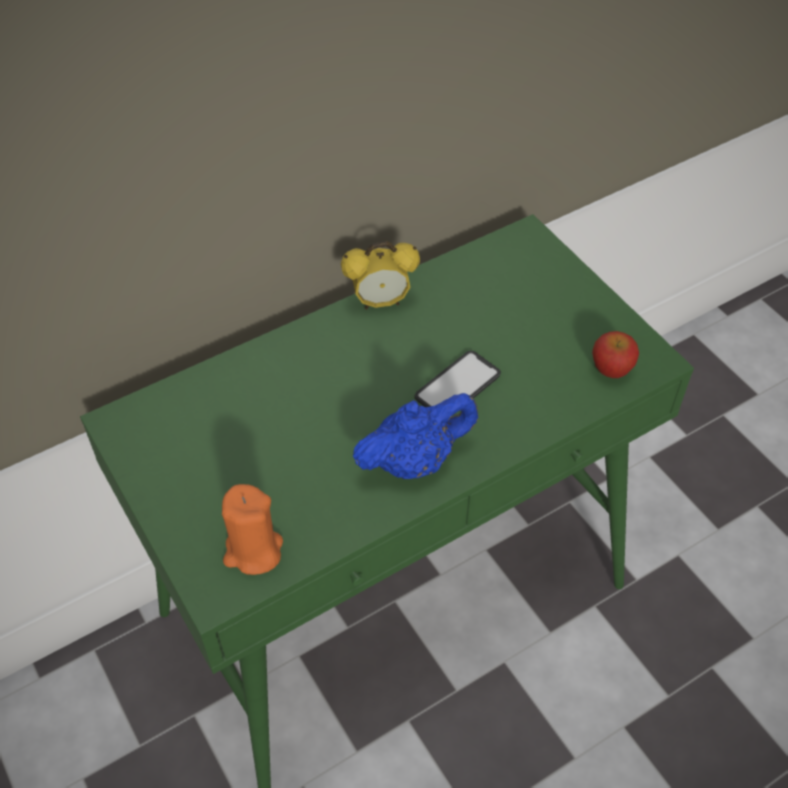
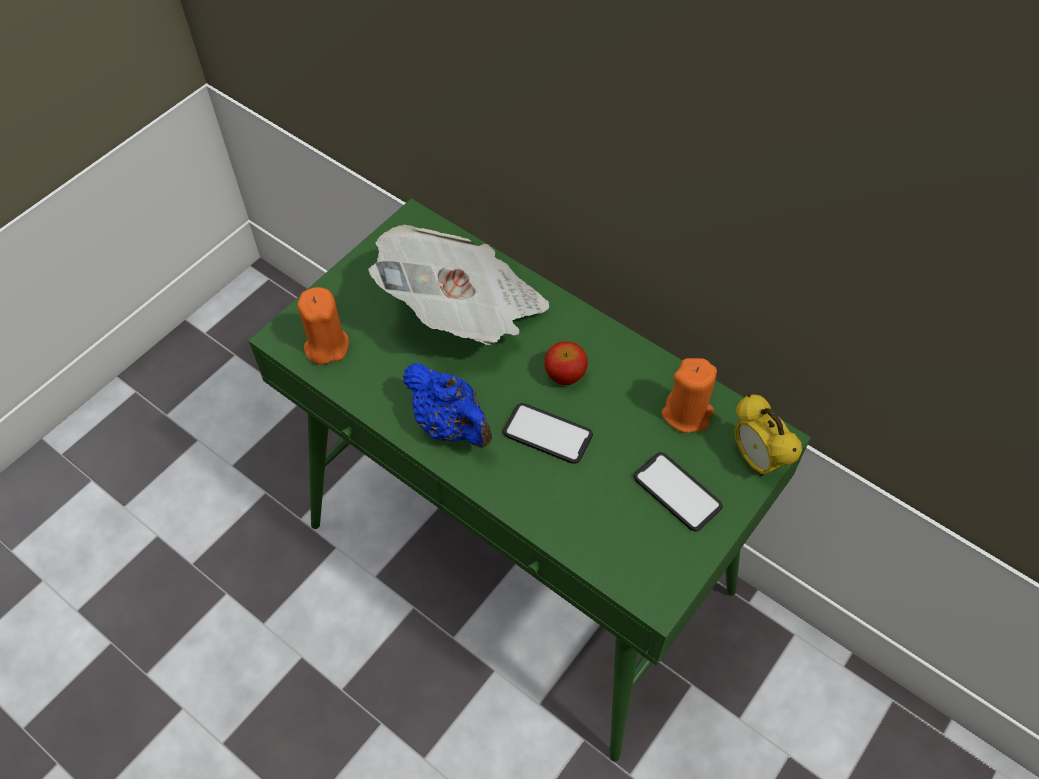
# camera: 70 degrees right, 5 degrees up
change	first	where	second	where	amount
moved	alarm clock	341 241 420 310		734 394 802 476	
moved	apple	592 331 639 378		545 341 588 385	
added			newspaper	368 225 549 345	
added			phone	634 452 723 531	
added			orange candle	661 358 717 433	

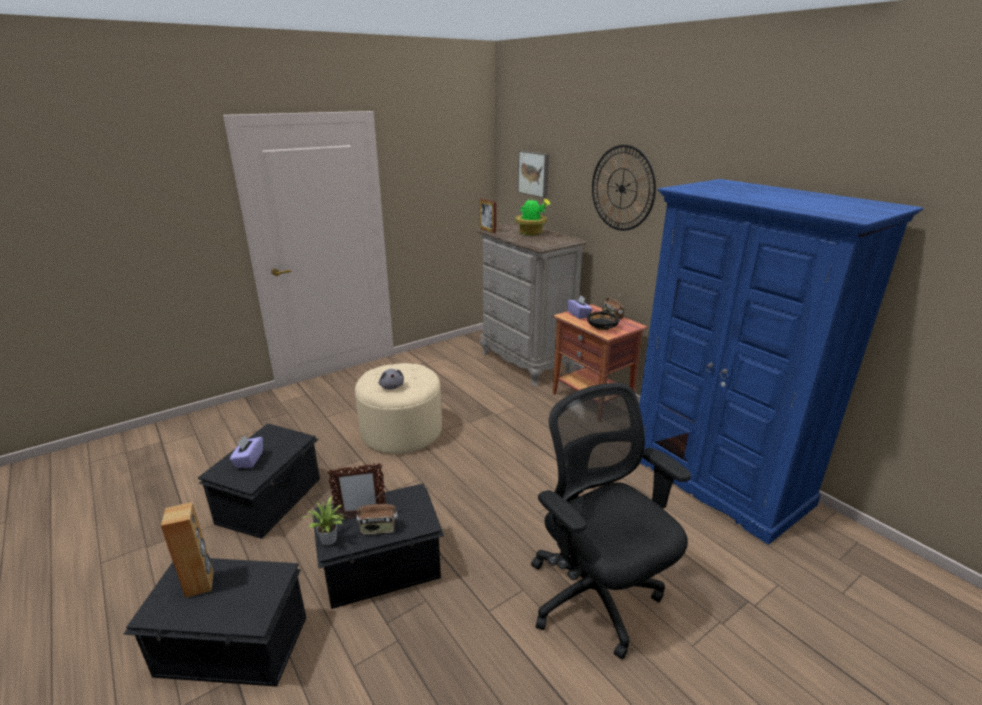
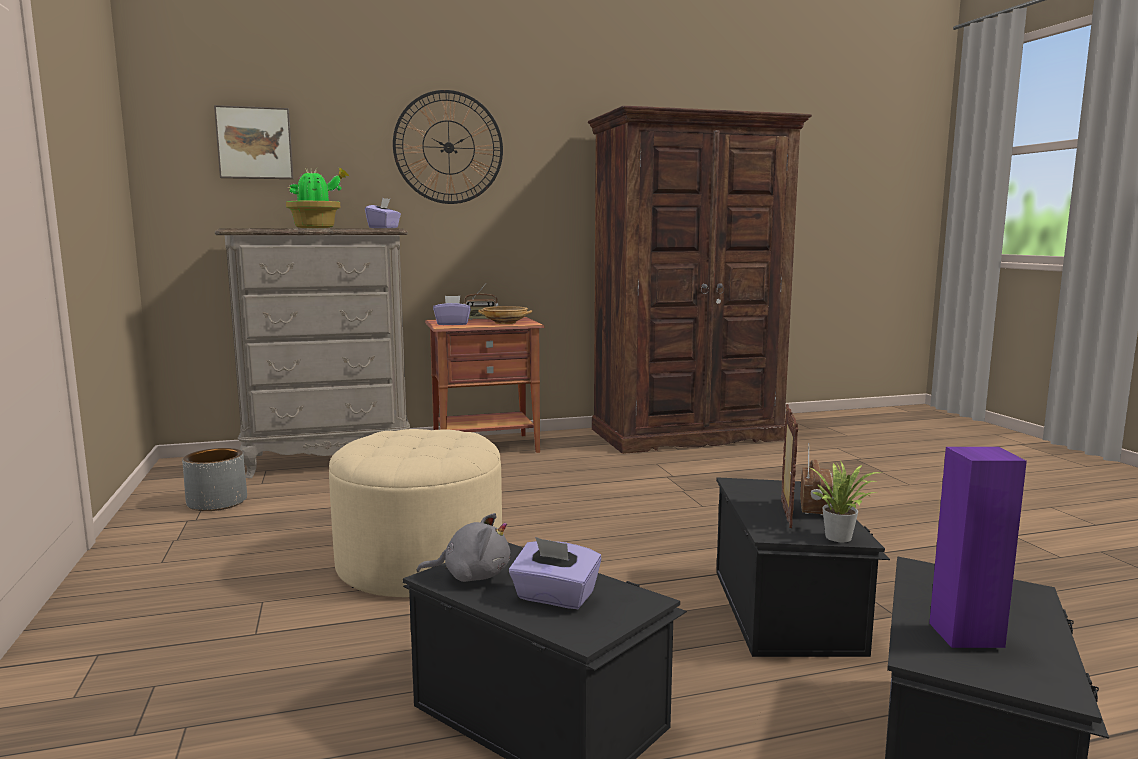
# camera: 70 degrees left, 15 degrees down
change	first	where	second	where	amount
recoloured	brown speaker	161 502 214 598	purple speaker	929 447 1027 648	
moved	grey plush toy	379 369 404 390		417 513 510 582	
removed	picture frame	480 199 496 233			
removed	black office chair	531 383 691 659			
recoloured	black bowl	587 311 620 330	beige bowl	478 306 532 324	
recoloured	blue wardrobe	639 179 923 545	brown wardrobe	588 106 812 454	
added			grey planter	182 448 247 511	
added			purple tissue box	365 198 401 228	

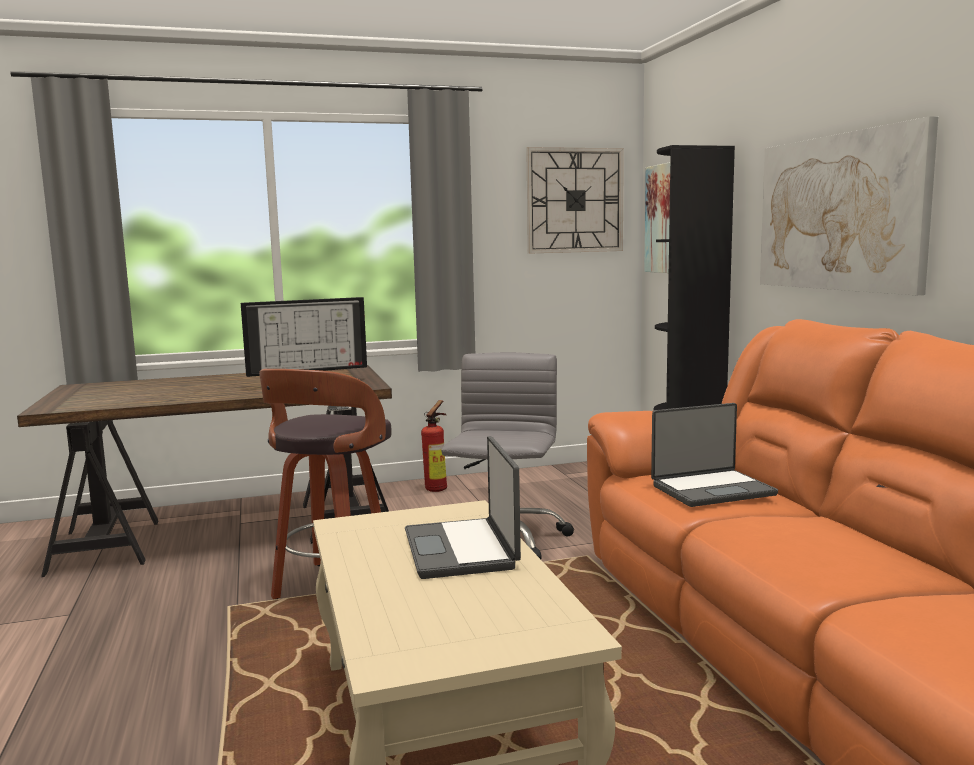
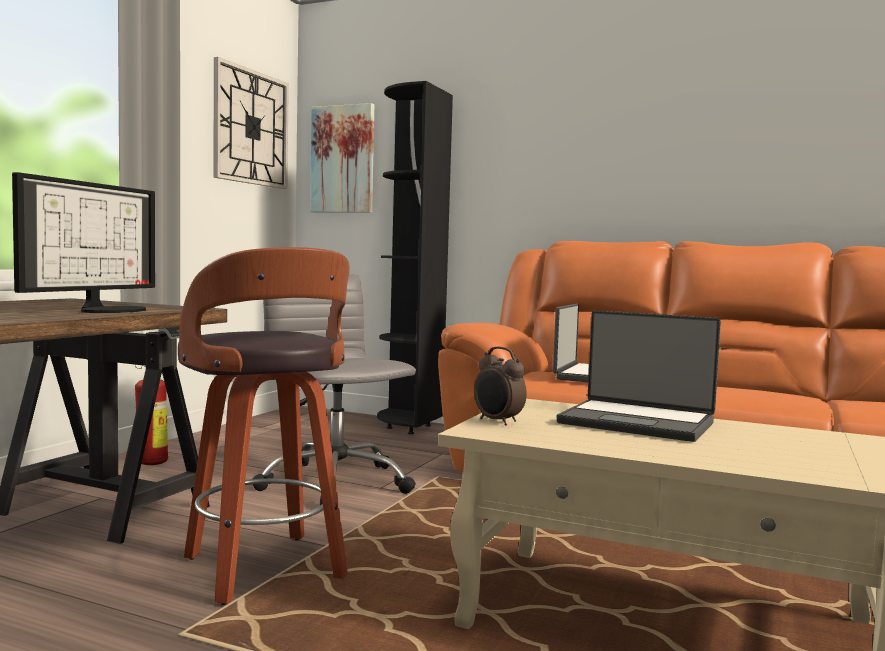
# camera: 50 degrees left, 5 degrees down
change	first	where	second	where	amount
removed	picture	760 116 938 295			
added			alarm clock	474 347 527 426	

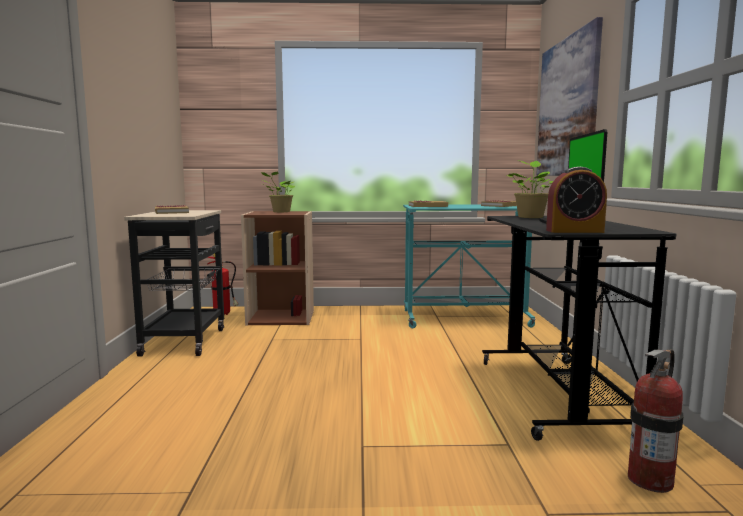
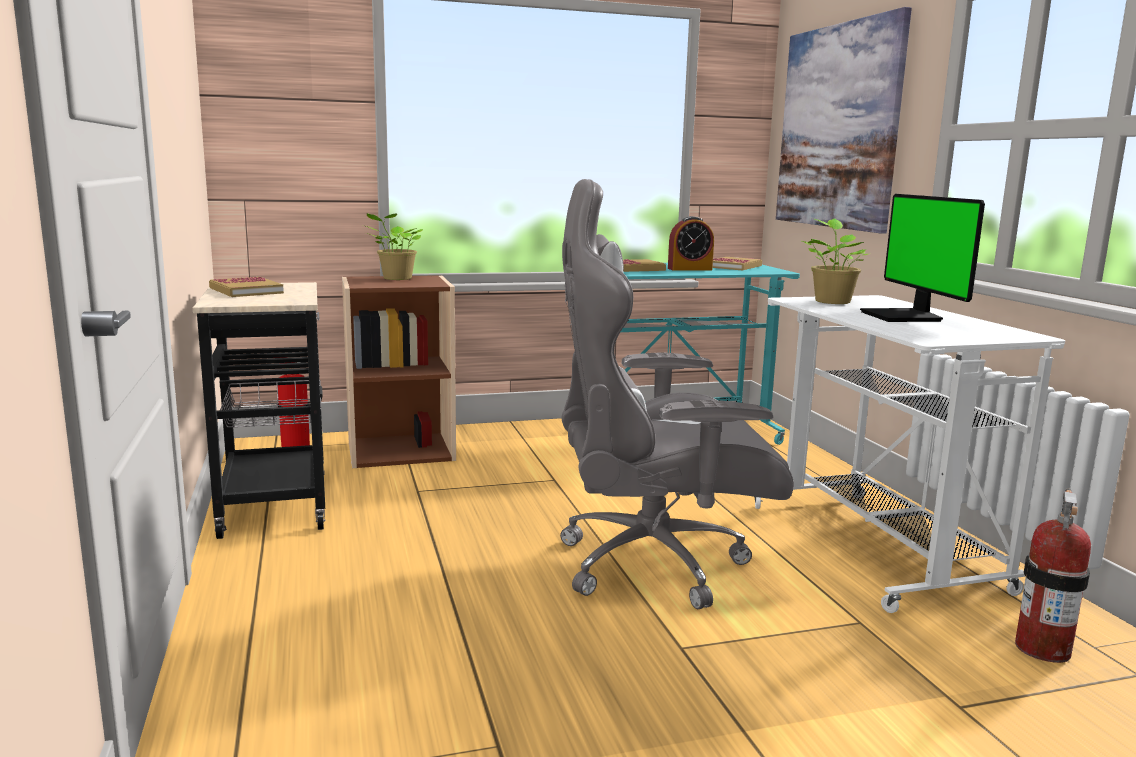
# camera: 15 degrees left, 5 degrees up
change	first	where	second	where	amount
recoloured	black desk	482 216 676 441	white desk	755 295 1065 613	
moved	alarm clock	546 167 607 233		668 216 714 271	
added			grey office chair	560 179 794 609	

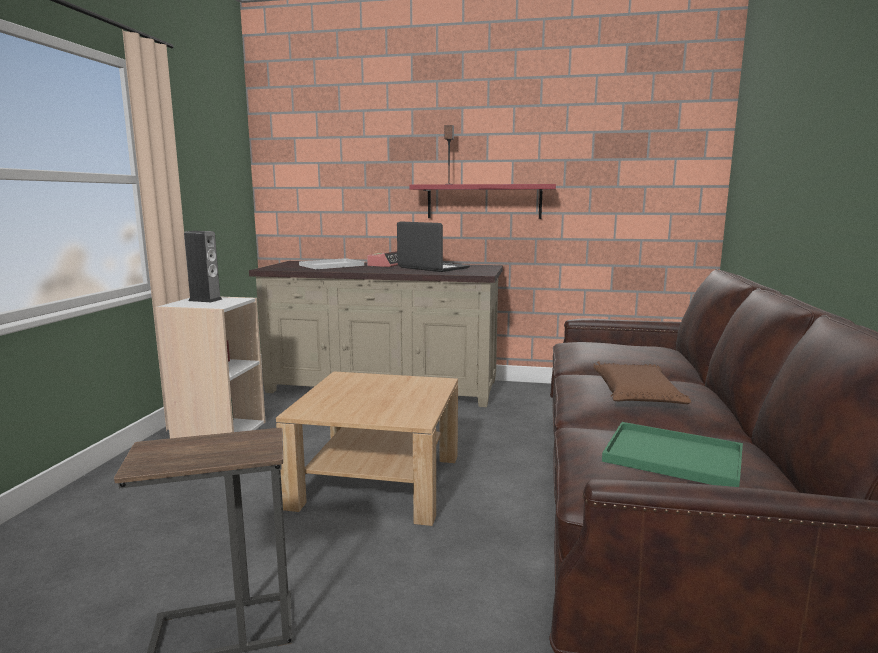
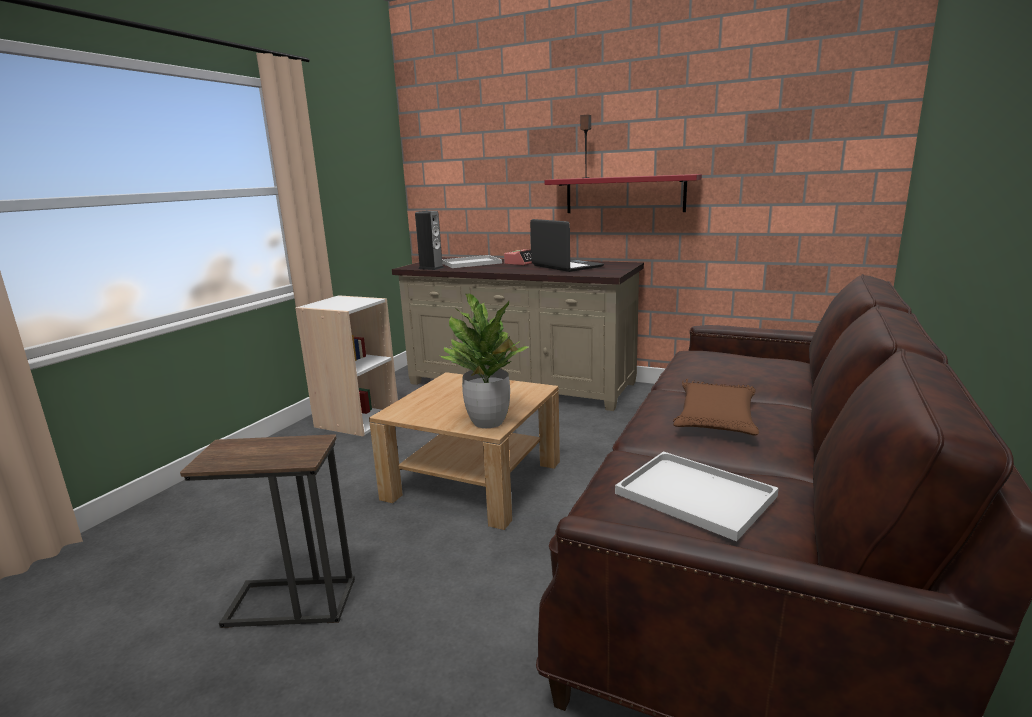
# camera: 15 degrees right, 5 degrees up
change	first	where	second	where	amount
moved	speaker	184 231 222 302		415 211 444 270	
recoloured	green tray	602 422 743 487	white tray	615 451 779 541	
added			potted plant	440 293 529 428	

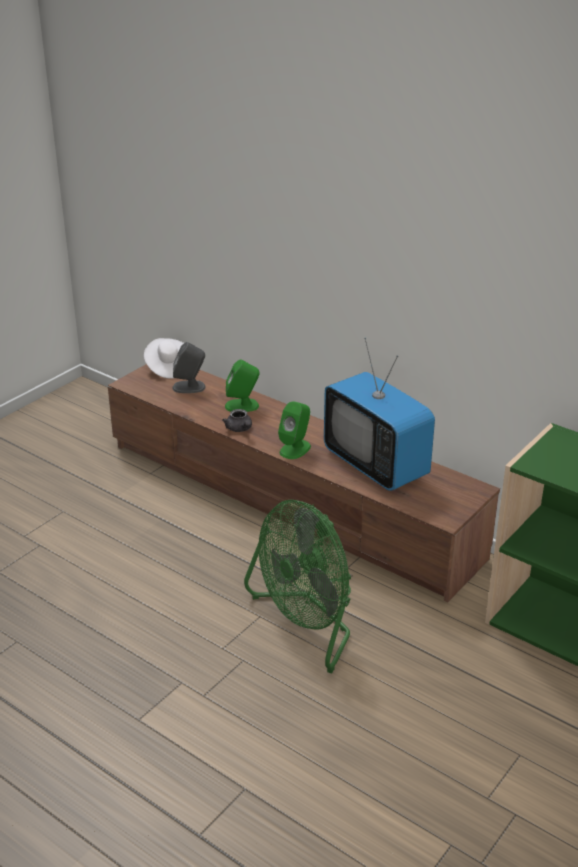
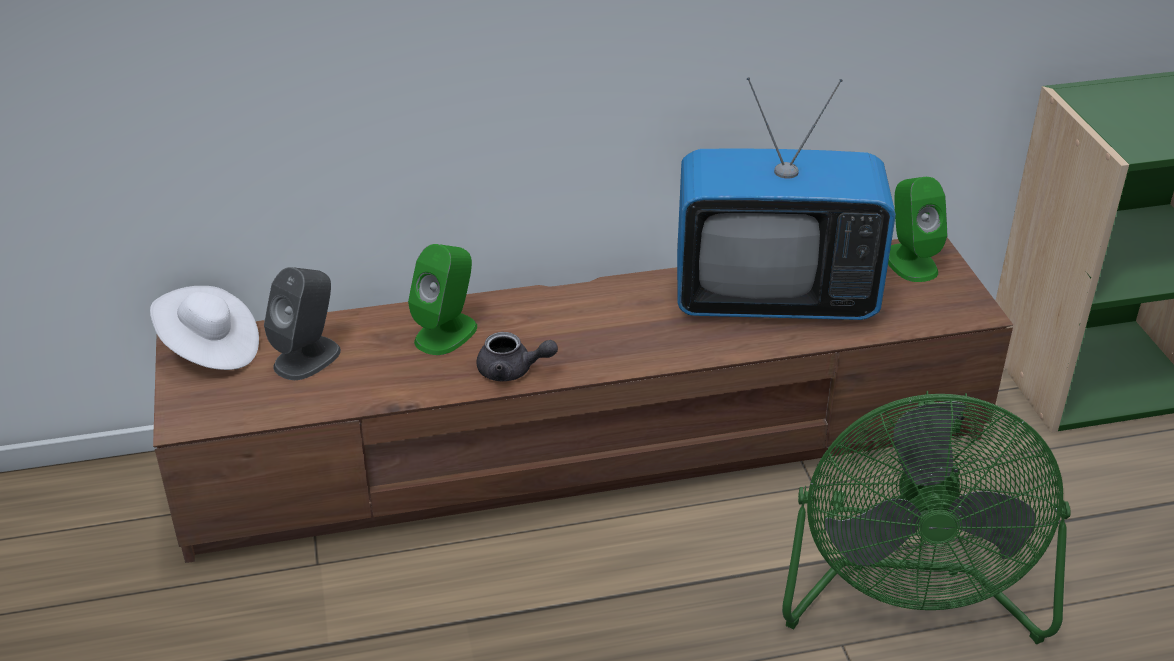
# camera: 50 degrees left, 5 degrees up
change	first	where	second	where	amount
moved	green speaker	278 401 311 459		888 177 948 282	

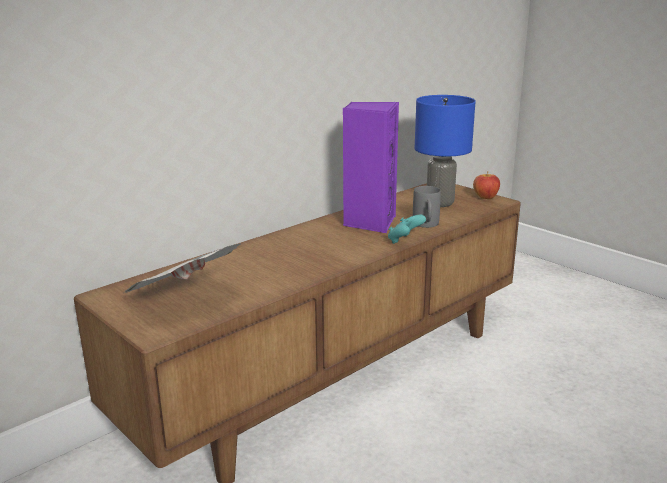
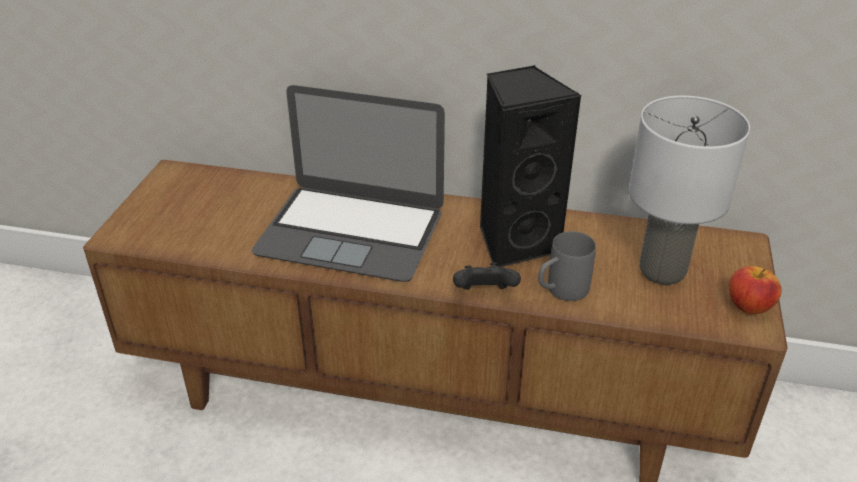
# camera: 55 degrees right, 15 degrees up
change	first	where	second	where	amount
removed	newspaper	125 244 241 293			
recoloured	purple speaker	343 102 399 233	black speaker	480 65 581 267	
recoloured	turquoise game controller	388 214 426 244	black game controller	453 262 521 290	
recoloured	blue table lamp	414 95 476 207	white table lamp	629 95 750 285	
added			laptop	252 85 445 282	

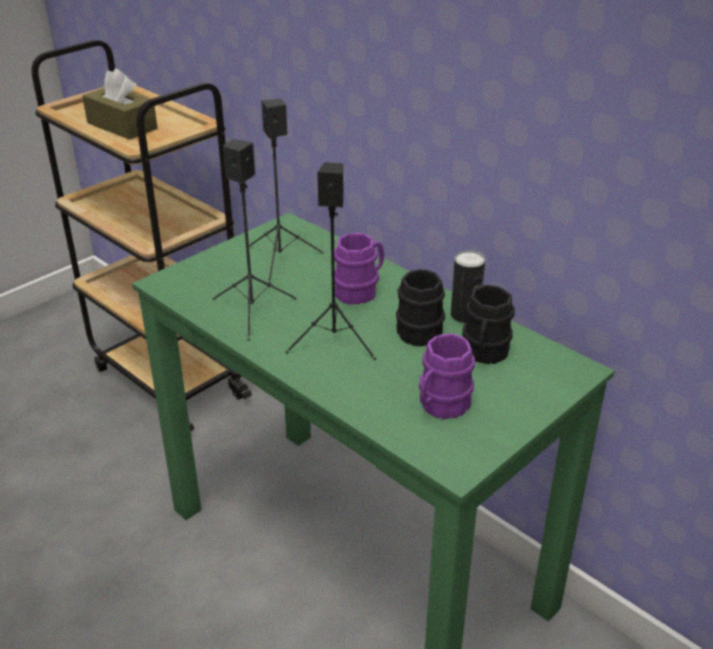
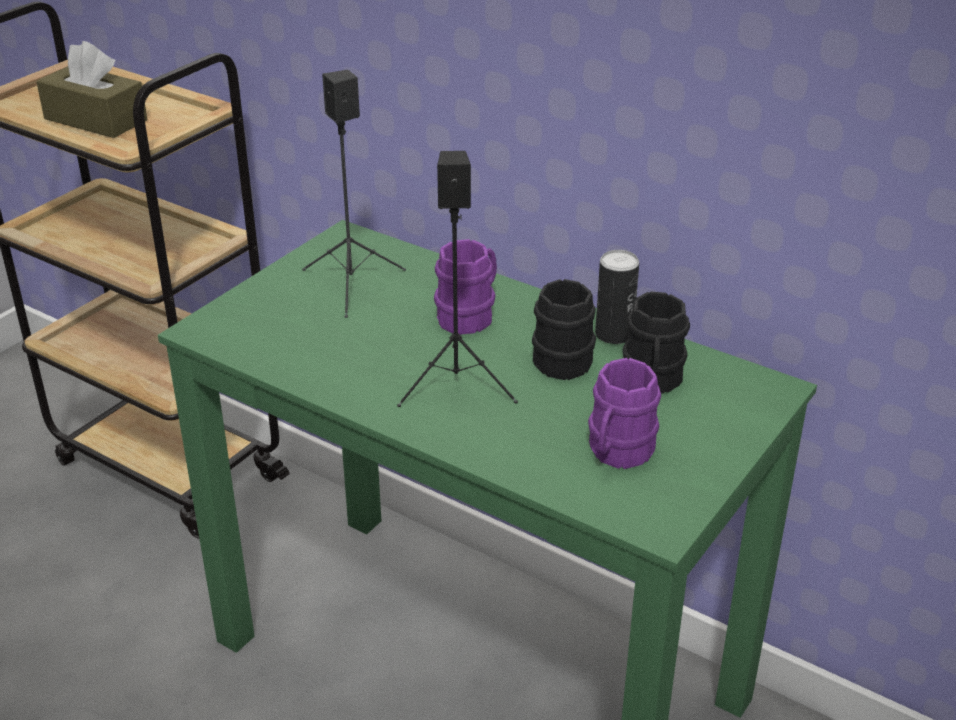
# camera: 10 degrees left, 0 degrees up
change	first	where	second	where	amount
removed	black speaker	213 139 296 341			

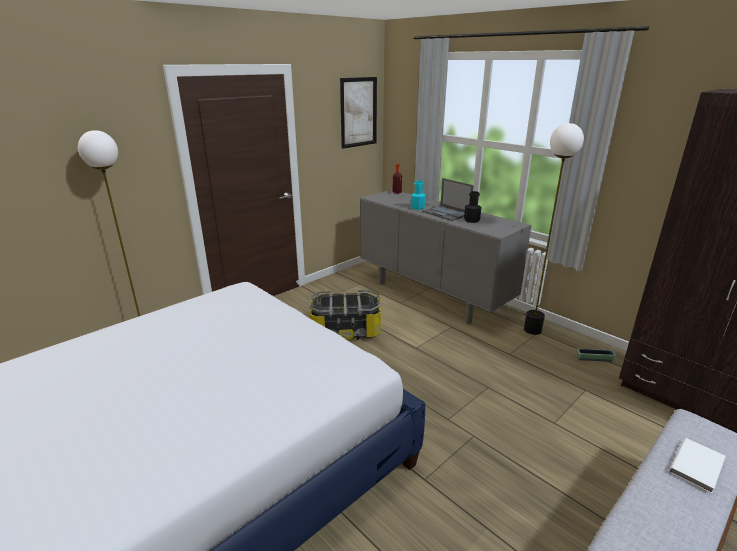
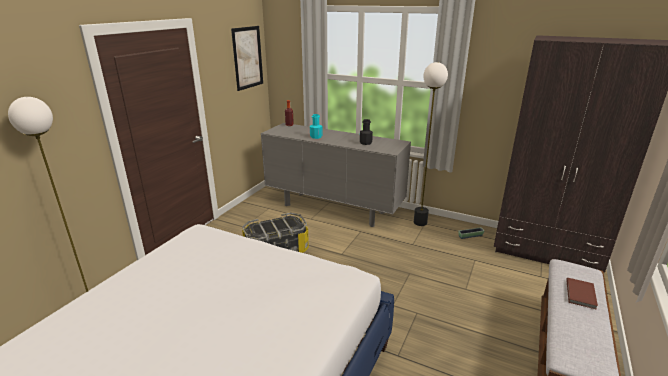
# camera: 20 degrees left, 0 degrees up
change	first	where	second	where	amount
removed	laptop	422 178 474 221			
recoloured	white book	670 438 726 493	brown book	566 278 598 310	

